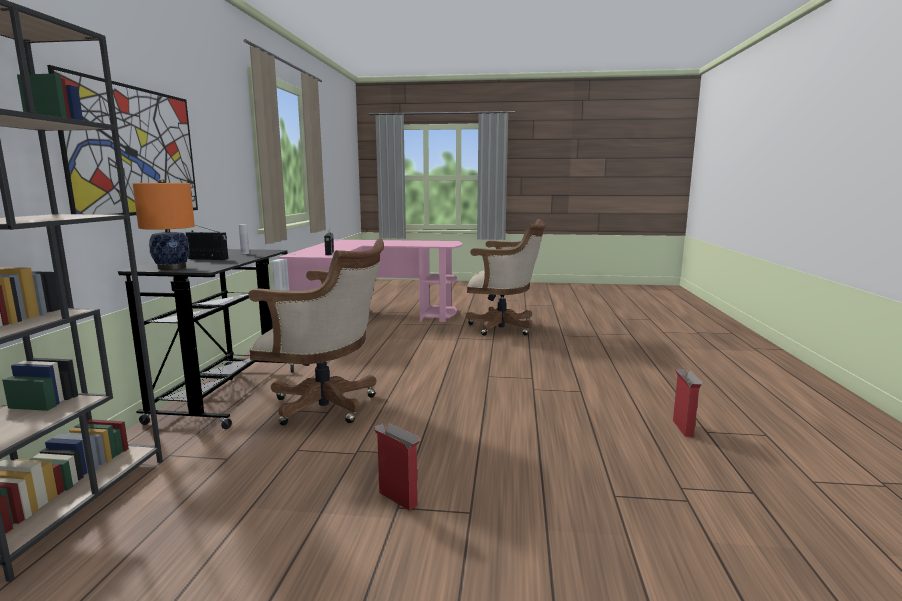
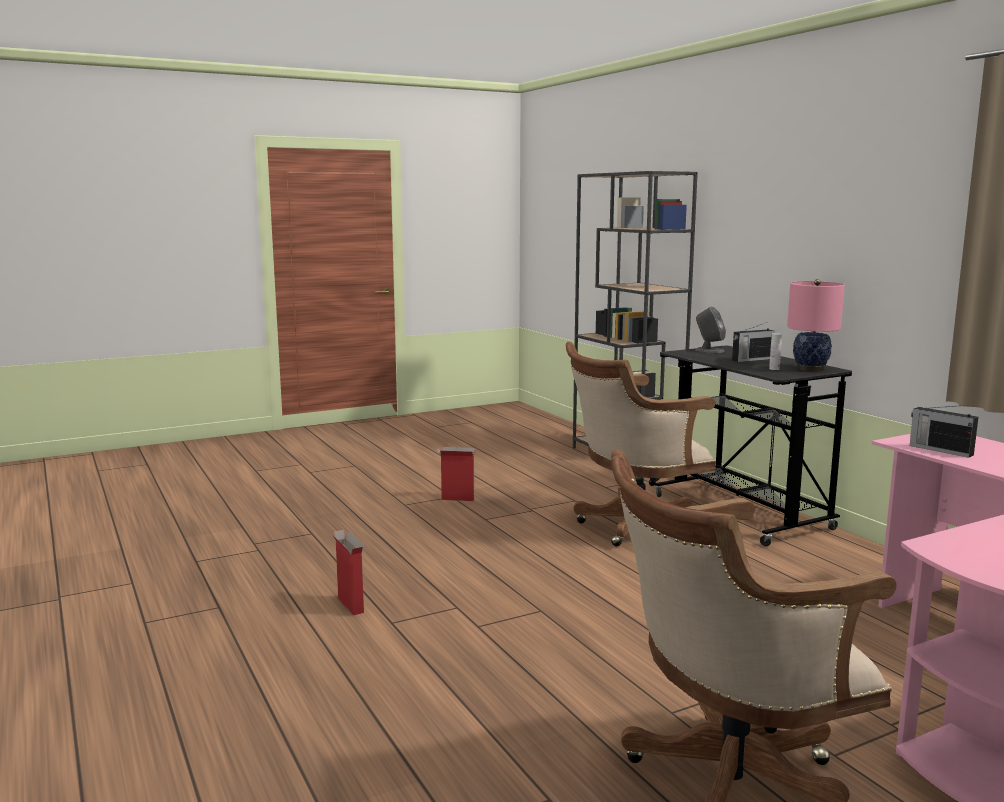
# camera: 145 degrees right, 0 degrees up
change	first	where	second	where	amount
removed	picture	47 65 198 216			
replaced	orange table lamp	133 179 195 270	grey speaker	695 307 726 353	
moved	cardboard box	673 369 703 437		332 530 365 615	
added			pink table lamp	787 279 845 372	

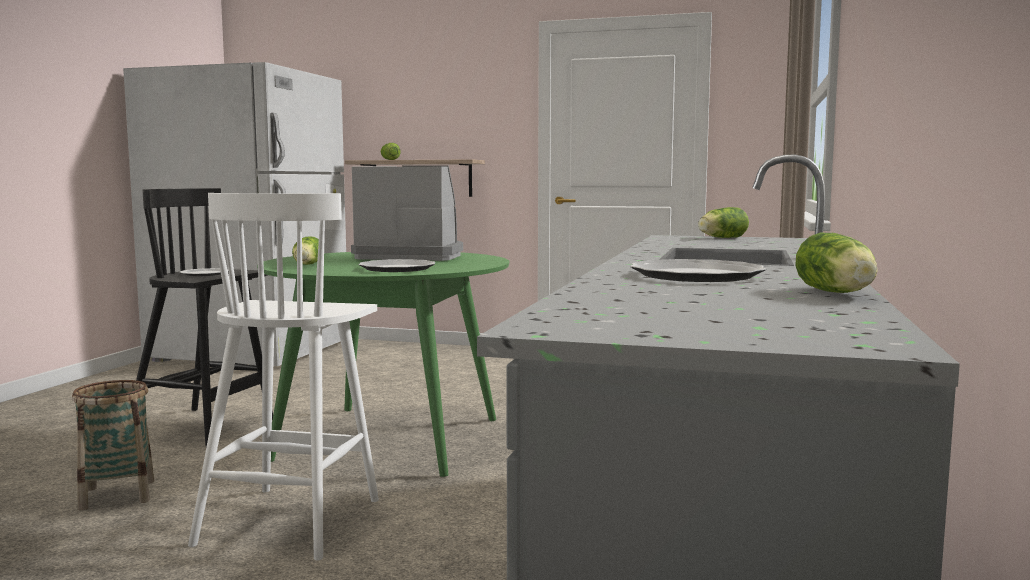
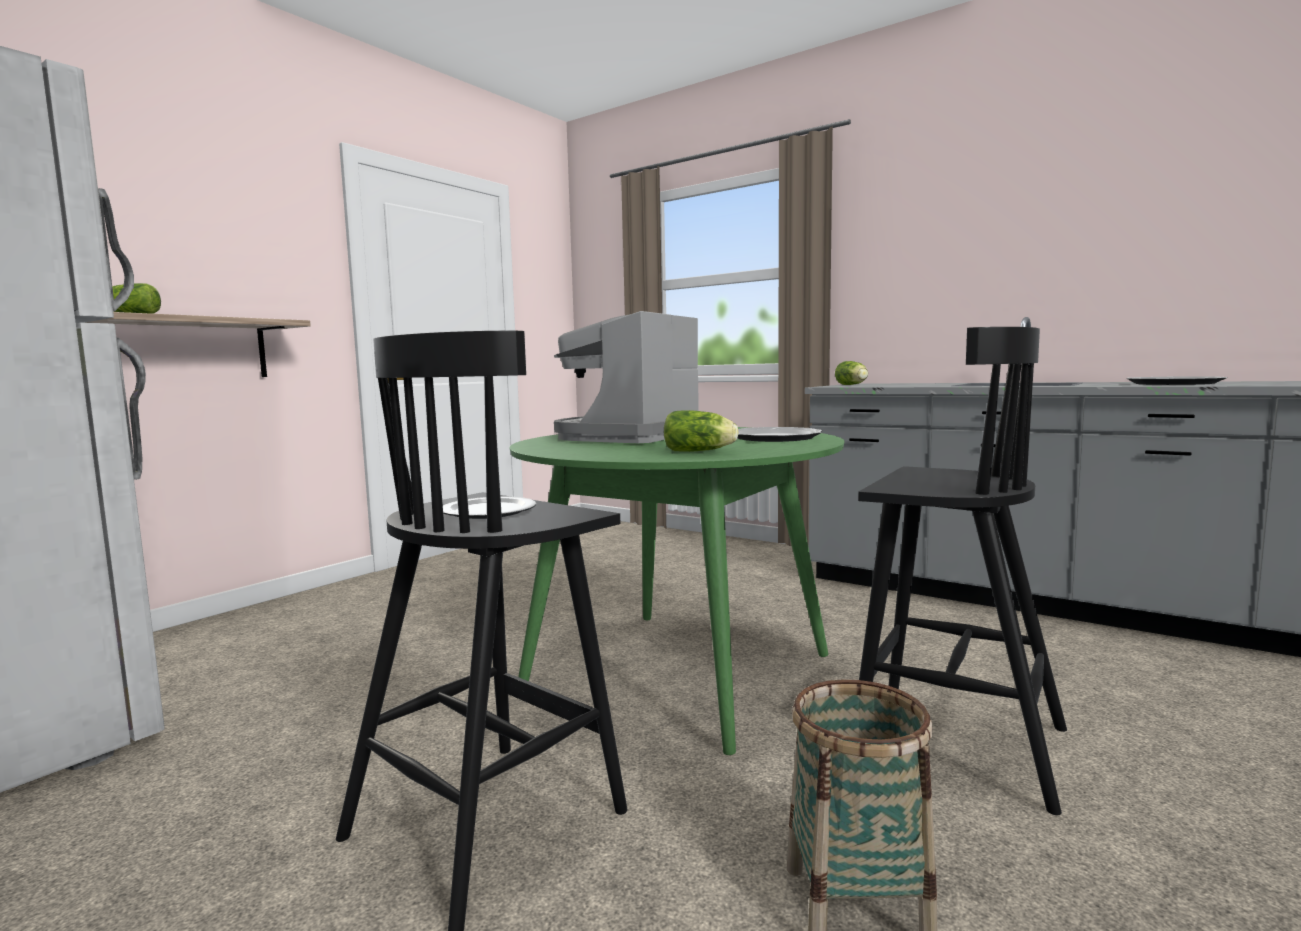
# camera: 70 degrees left, 0 degrees up
change	first	where	second	where	amount
recoloured	white stool	188 193 379 561	black stool	858 327 1067 815	
removed	lettuce	795 233 878 293			

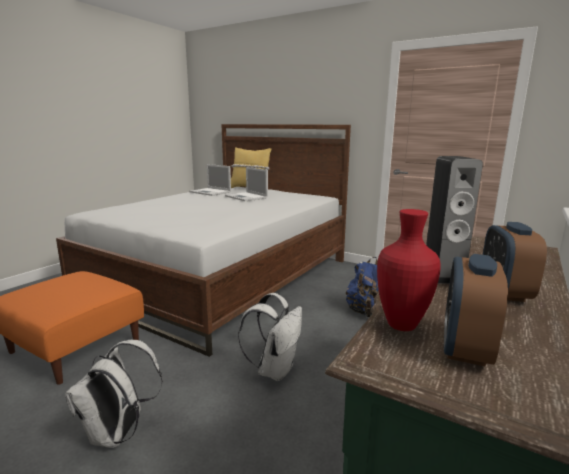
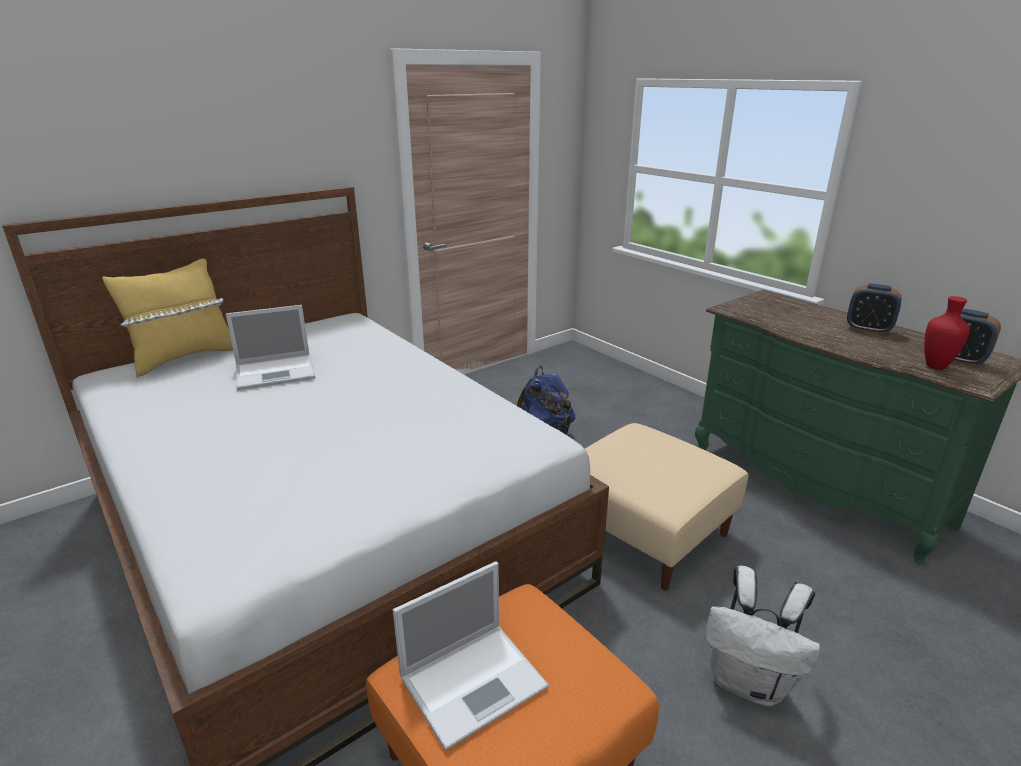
# camera: 70 degrees left, 10 degrees up
change	first	where	second	where	amount
moved	laptop	189 164 231 196		393 561 549 751	
replaced	white backpack	238 293 302 381	beige ottoman	585 423 749 590	
removed	speaker	426 156 483 284			

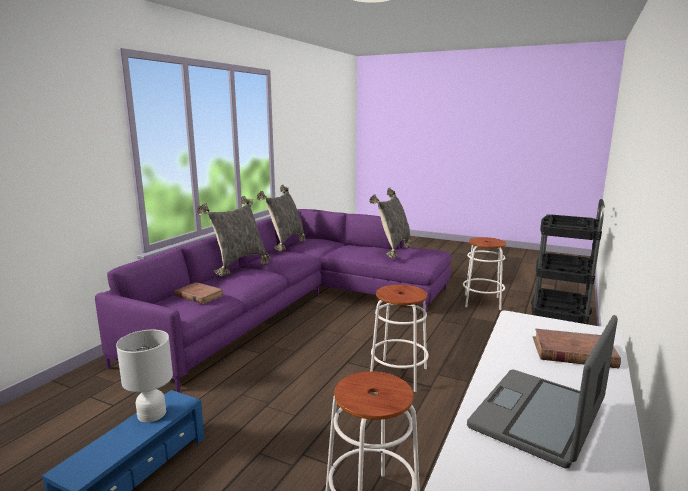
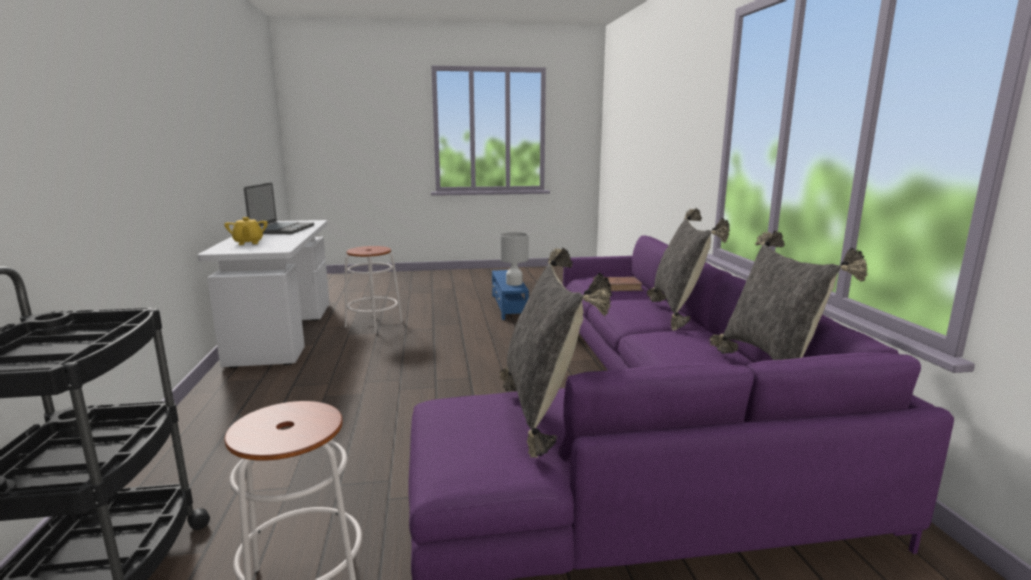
# camera: 145 degrees right, 0 degrees up
change	first	where	second	where	amount
removed	white stool	370 284 429 392			
replaced	brown book	533 329 621 369	yellow teapot	224 217 268 245	

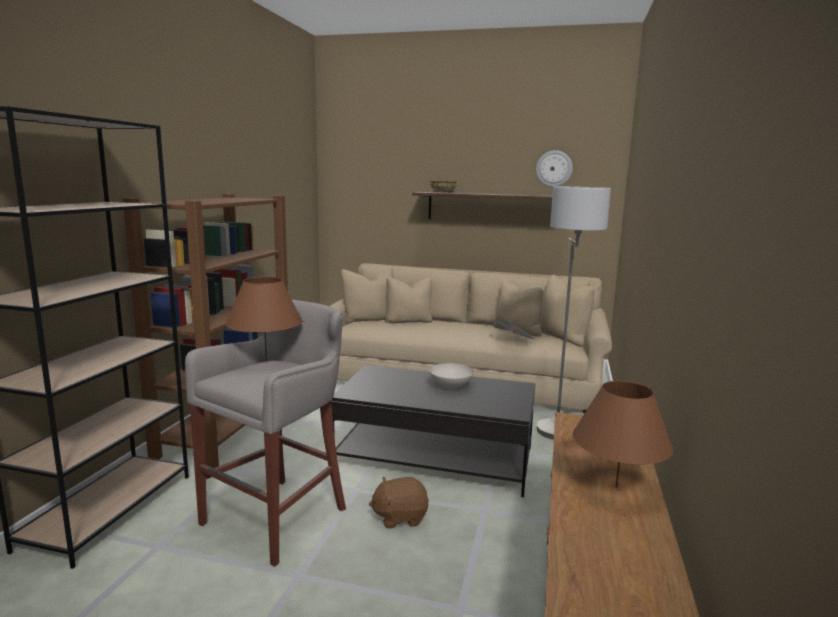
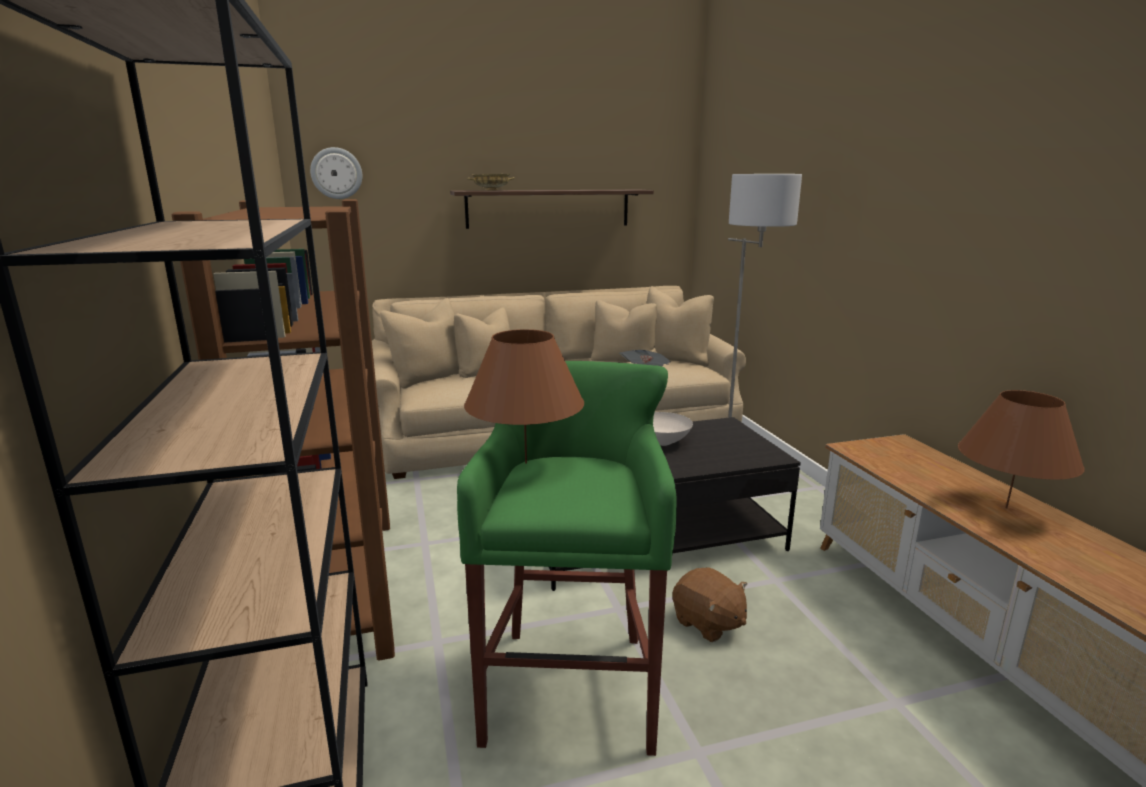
# camera: 30 degrees left, 5 degrees up
change	first	where	second	where	amount
recoloured	grey stool	185 300 346 567	green stool	457 361 677 756	
turned	brown plush toy	369 477 429 529		672 567 747 642	90 degrees counterclockwise
moved	wall clock	536 150 573 187		310 147 362 199	

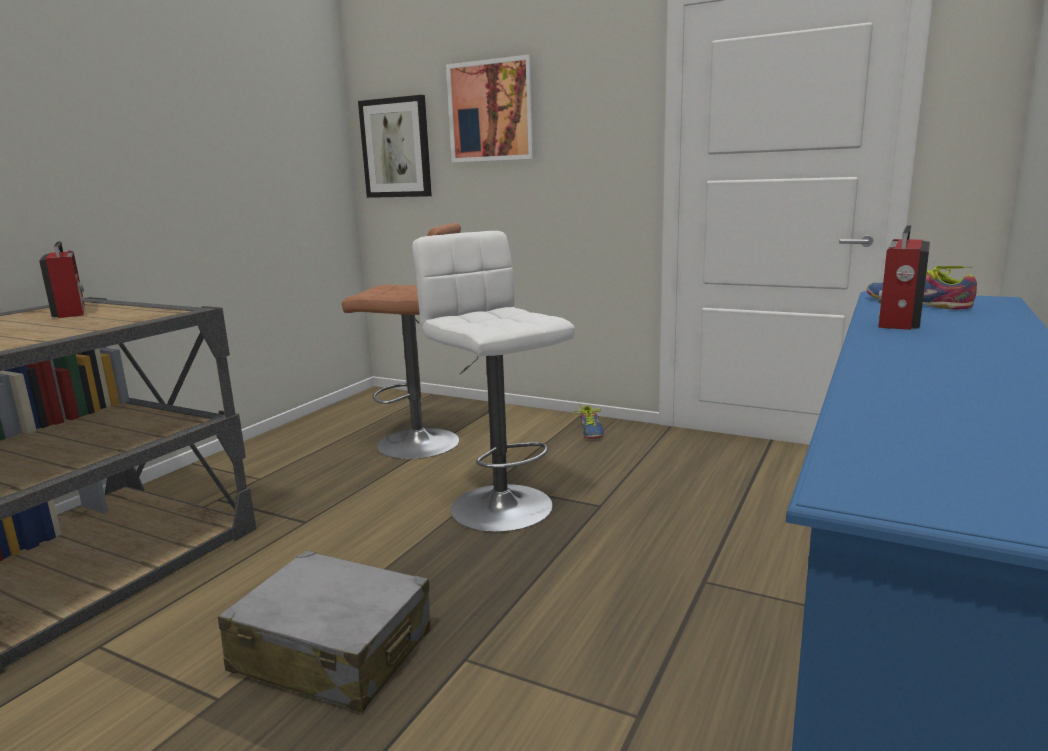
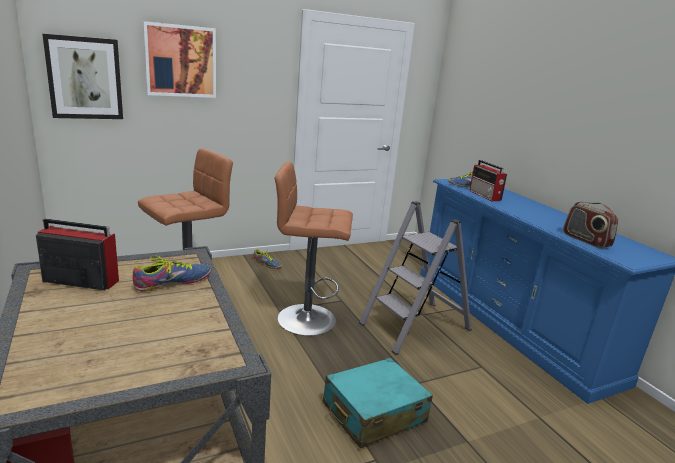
# camera: 55 degrees left, 5 degrees up
change	first	where	second	where	amount
recoloured	grey suitcase	218 550 430 712	turquoise suitcase	323 358 433 448	
recoloured	white stool	412 231 575 532	brown stool	275 162 353 336	
added			shoe	133 255 211 292	
added			grey step ladder	359 201 472 355	
added			radio	563 202 618 248	

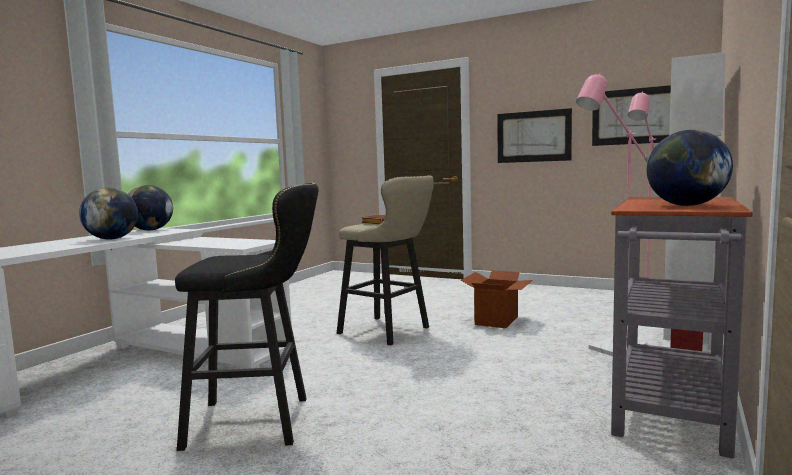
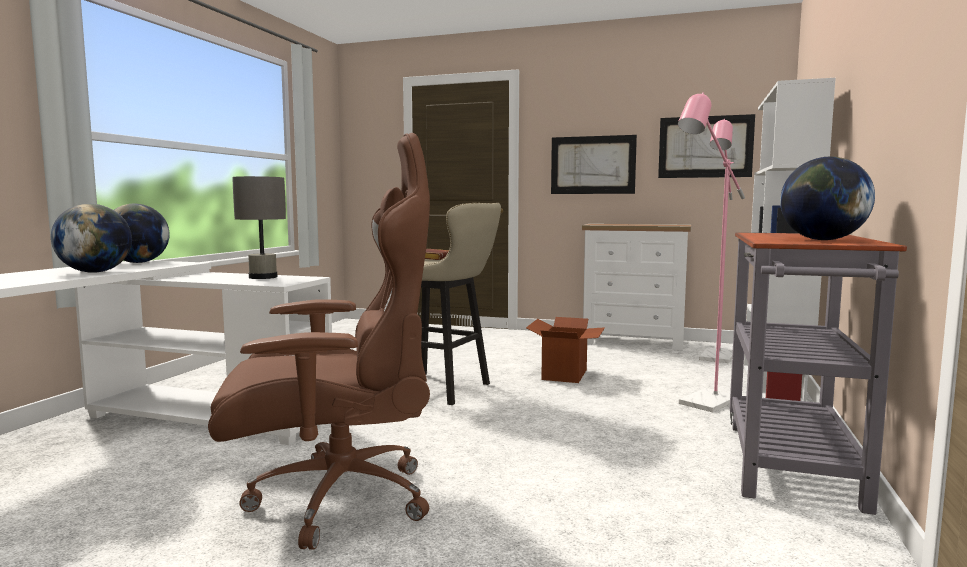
# camera: 10 degrees left, 0 degrees up
change	first	where	second	where	amount
replaced	black stool	175 183 318 451	brown office chair	208 133 430 550	
added			grey table lamp	233 176 286 279	
added			white dresser	582 224 691 351	

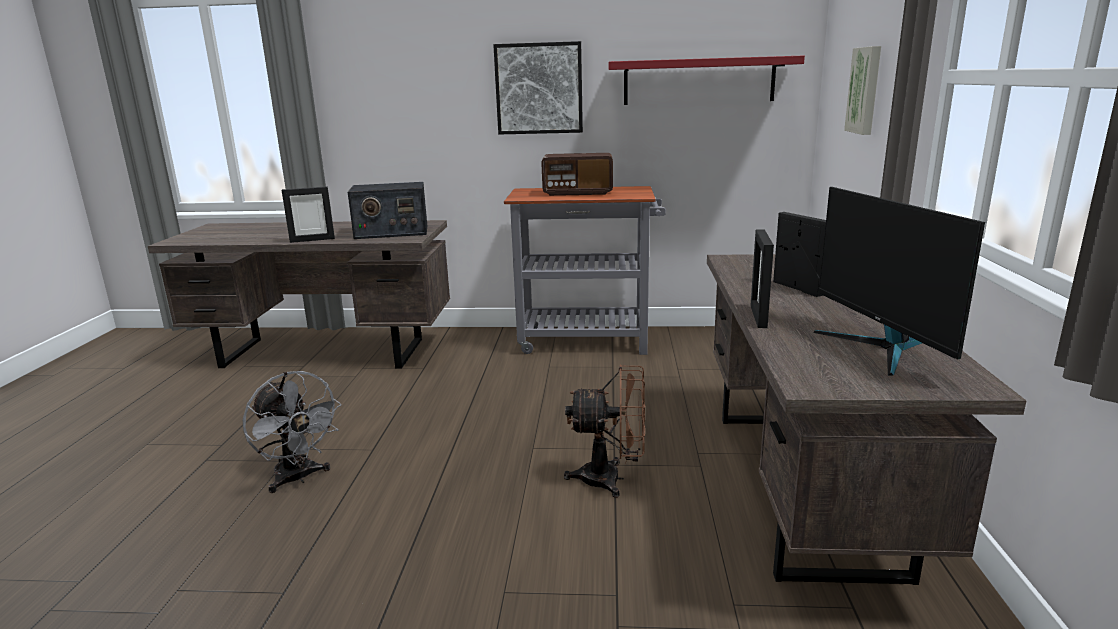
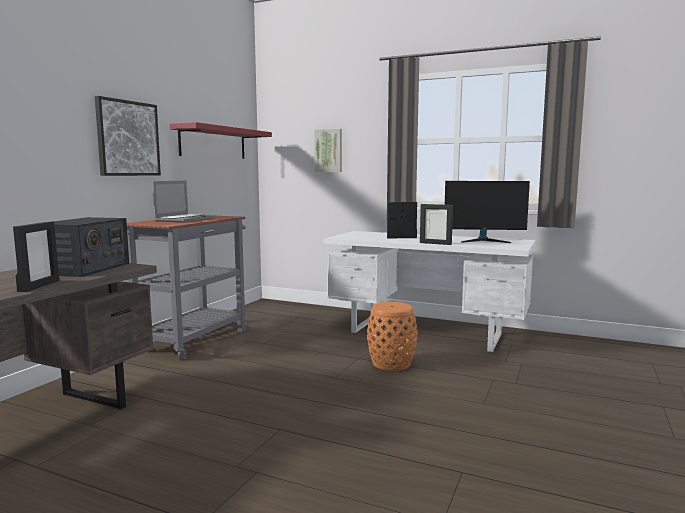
# camera: 70 degrees left, 10 degrees down
change	first	where	second	where	amount
removed	grey fan	243 371 342 493			
replaced	radio	541 153 613 196	laptop	153 181 215 223	
replaced	brown fan	564 365 645 498	orange stool	367 302 418 371	
recoloured	brown desk	707 254 1026 585	white desk	324 231 536 352	

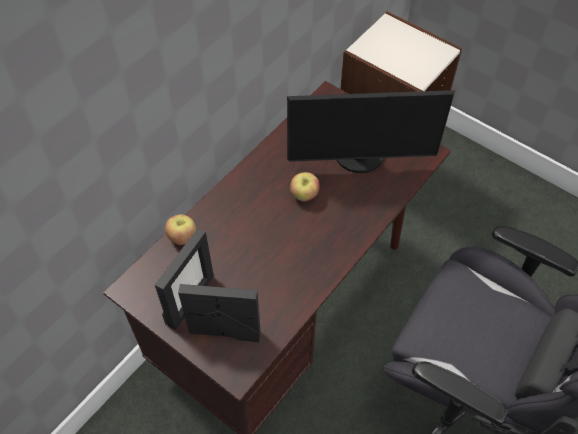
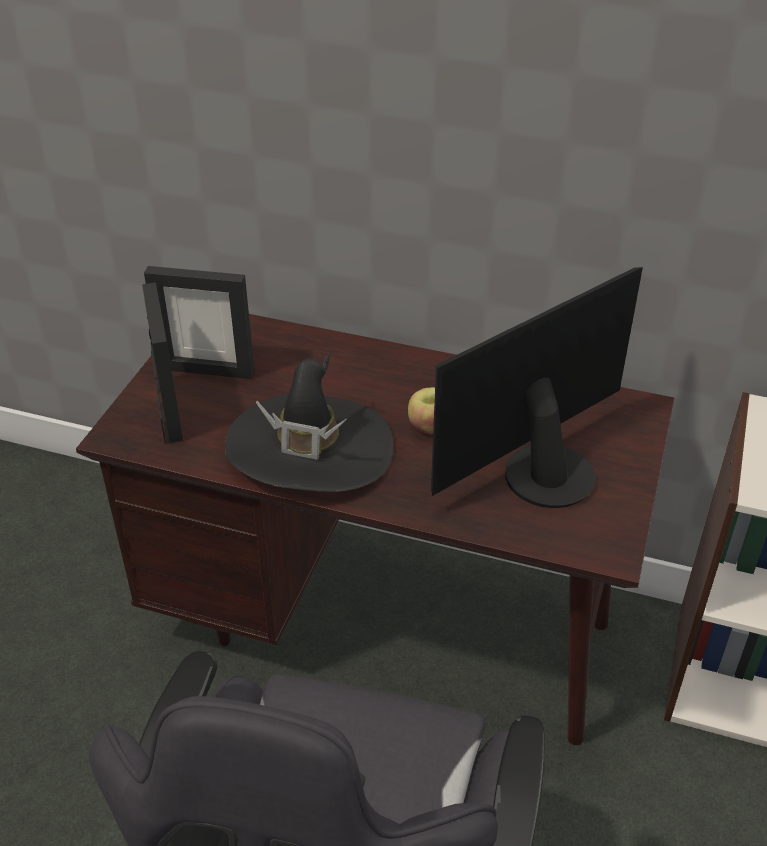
# camera: 70 degrees right, 15 degrees down
change	first	where	second	where	amount
removed	apple	165 214 196 245			
turned	monitor	287 90 455 173		431 267 643 508	75 degrees clockwise
added			black hat	225 351 393 492	

